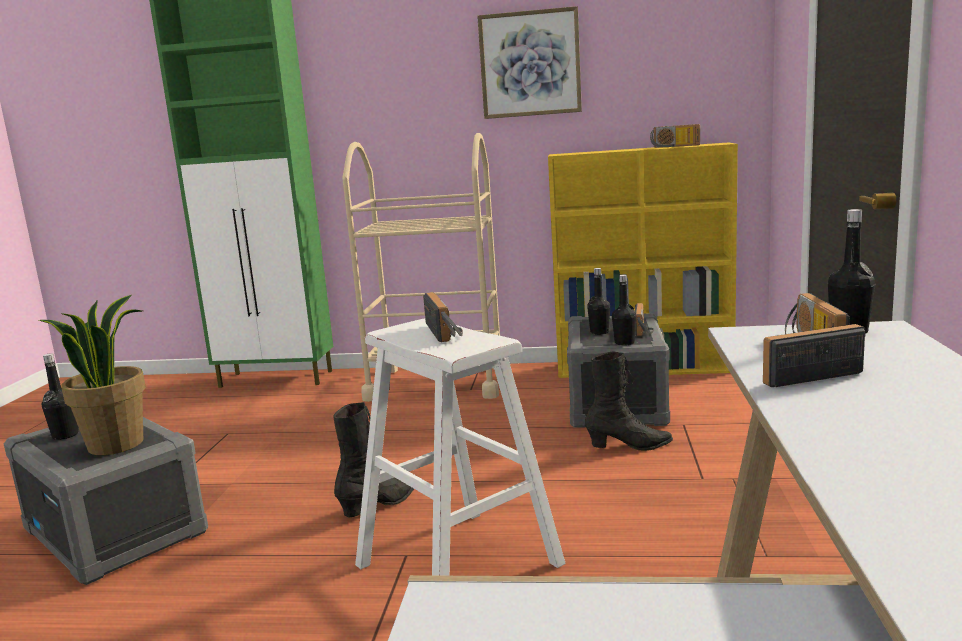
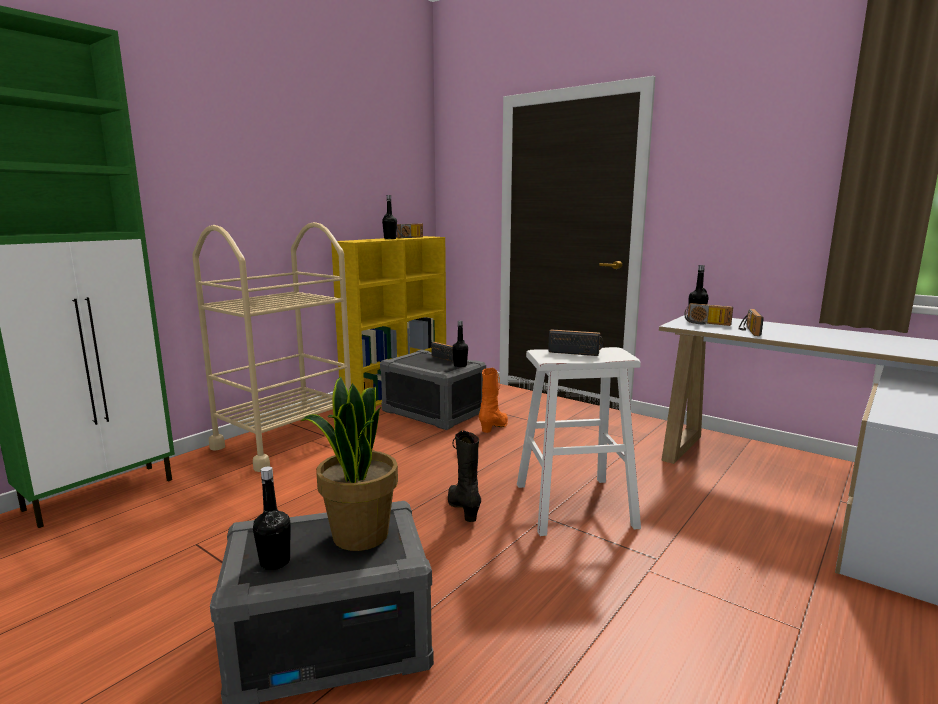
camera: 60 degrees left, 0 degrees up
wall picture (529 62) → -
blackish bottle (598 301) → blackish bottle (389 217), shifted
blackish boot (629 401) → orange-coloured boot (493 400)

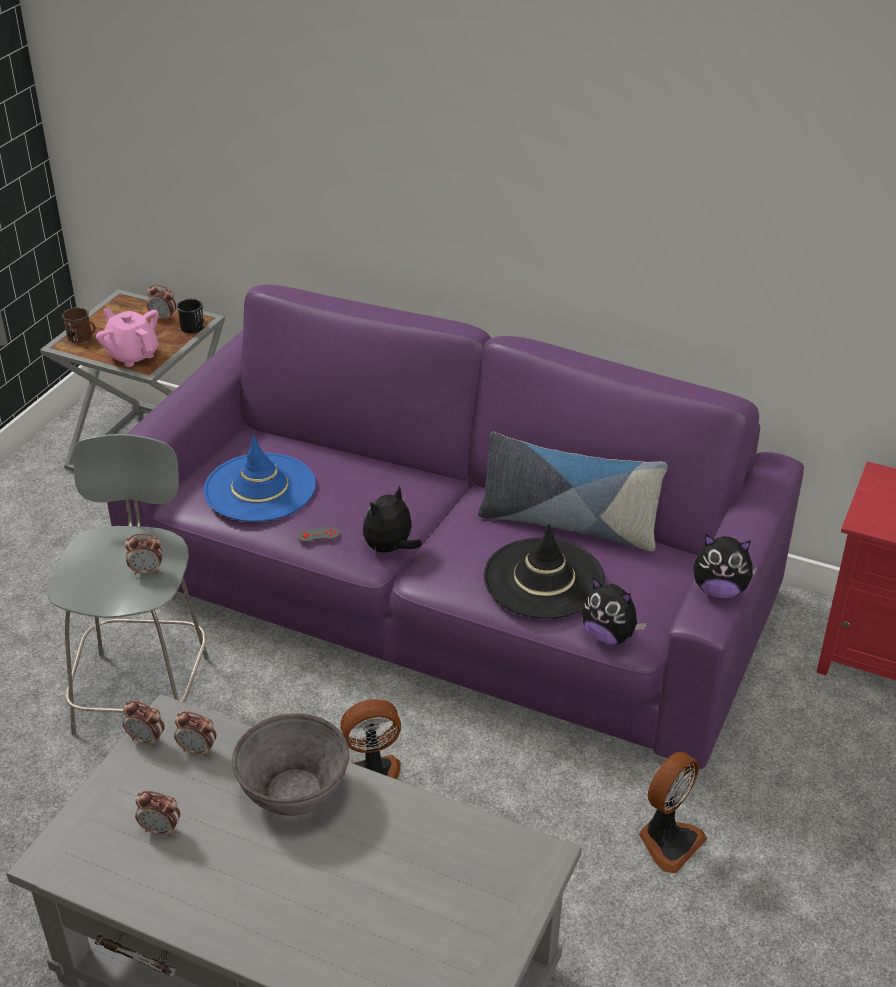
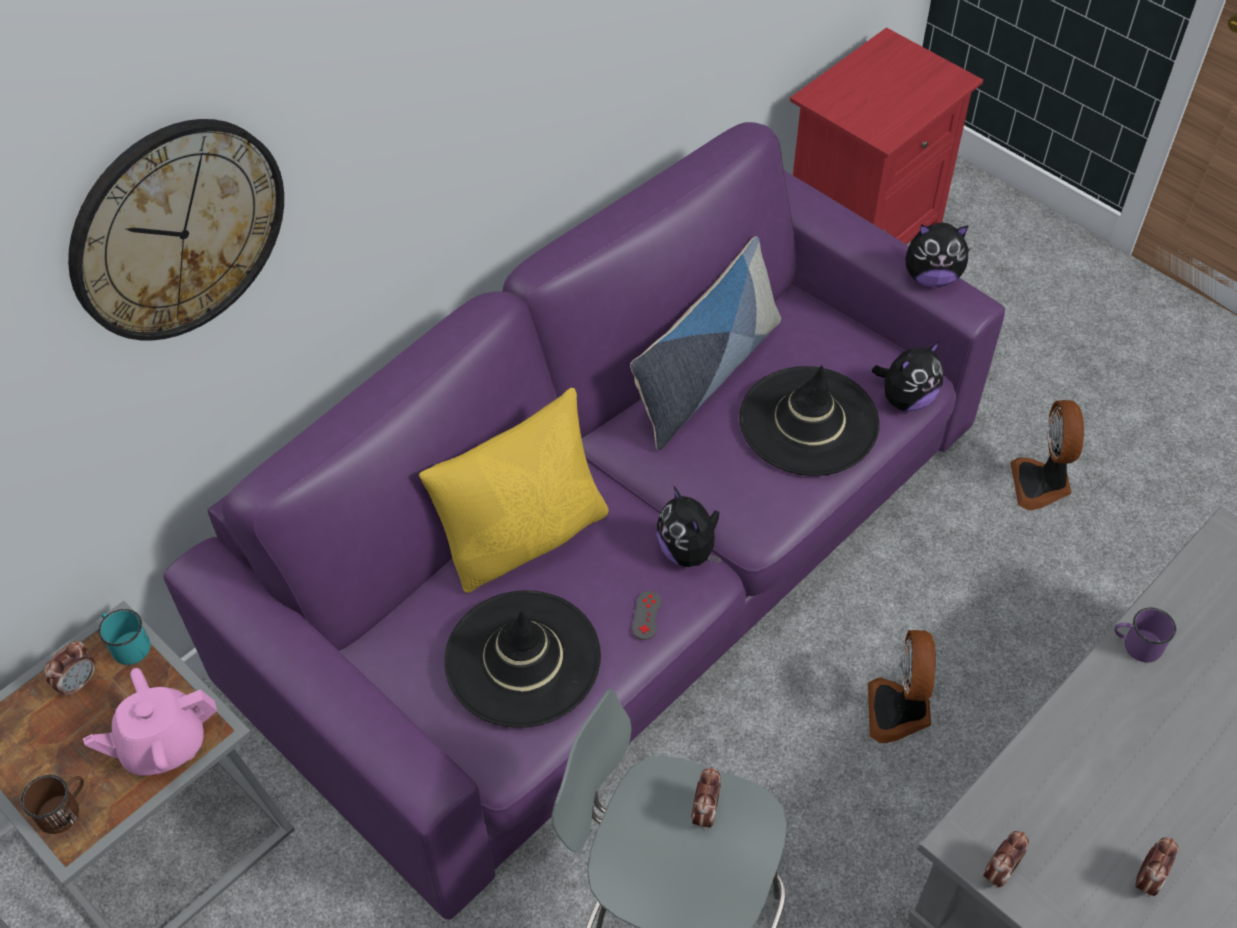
camera: 70 degrees left, 15 degrees up
blackish tea mug (190 316) → blue-green tea mug (124 637)
bluish wearable hat (260 478) → blackish wearable hat (522 659)
soft toy (725 566) → soft toy (937 255), 60 degrees clockwise
alarm clock (195 734) → -
grey deep dish (290 764) → -
electric fan (673 812) → electric fan (1047 455), 150 degrees counterclockwise
- → clock on the wall (176 230)
- → yellow-coloured throw pillow (514 490)
- → purplish tea mug (1145 635)

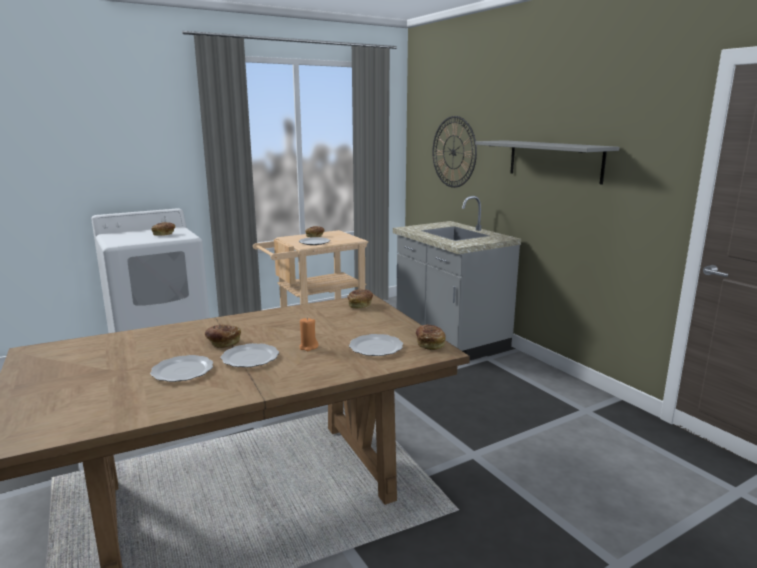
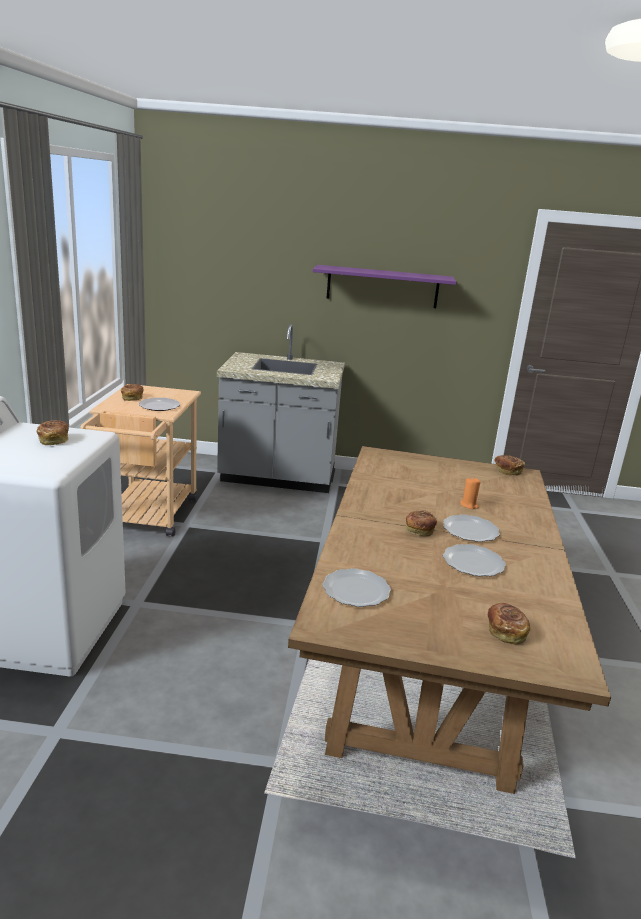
camera: 55 degrees left, 5 degrees up
clock on the wall (454 152) → -
grey wall shelf (547 162) → purplish wall shelf (384 286)
bakery bread (360 298) → bakery bread (509 624), shifted
flat dish (376 345) → flat dish (357 587), shifted

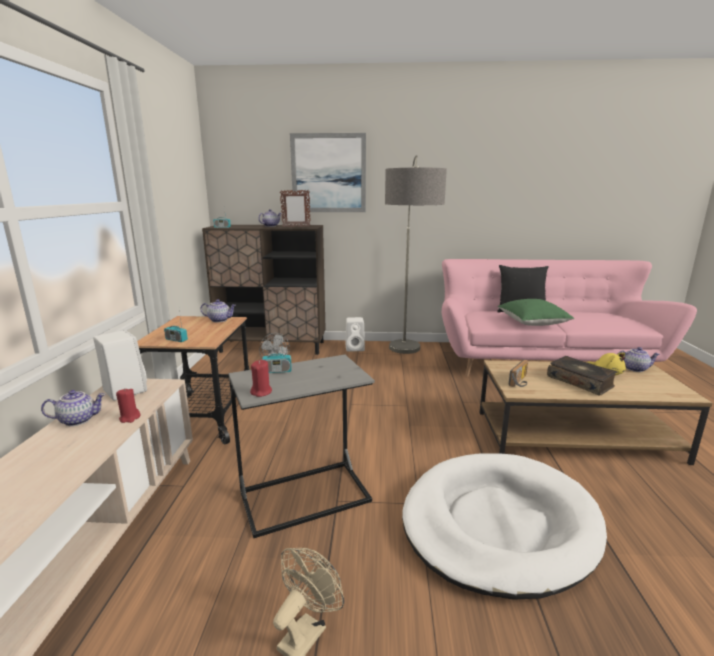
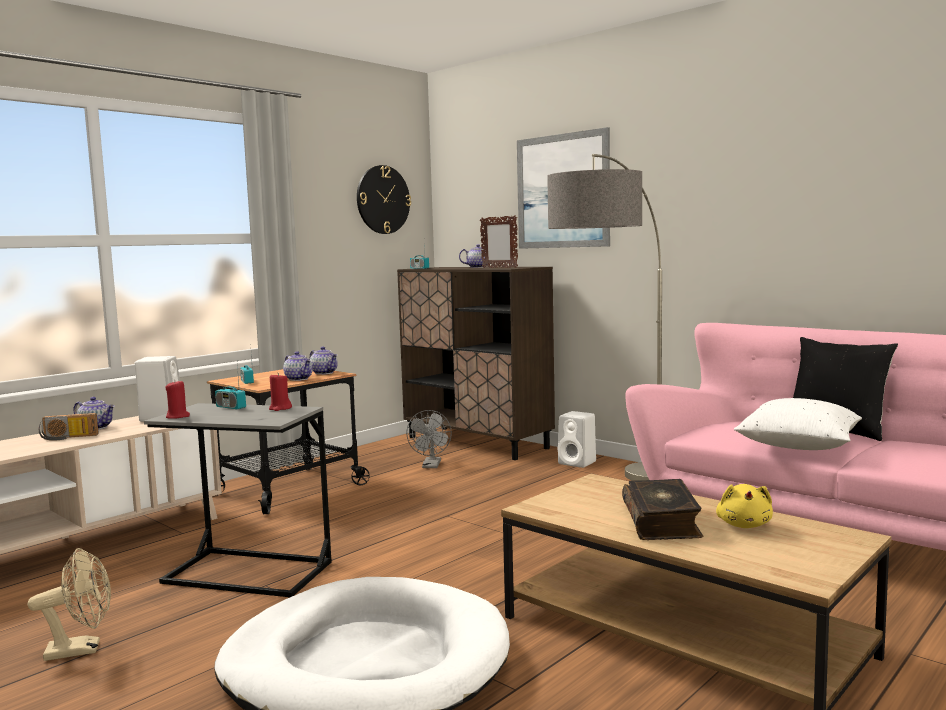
camera: 40 degrees right, 10 degrees down
greenish throw pillow (536 312) → white-coloured throw pillow (798 424)
pot for tea (639 359) → pot for tea (298 366), shifted
radio (518 373) → radio (69 427), shifted
red candle (128 405) → red candle (280 392), shifted
- → clock on the wall (384 199)

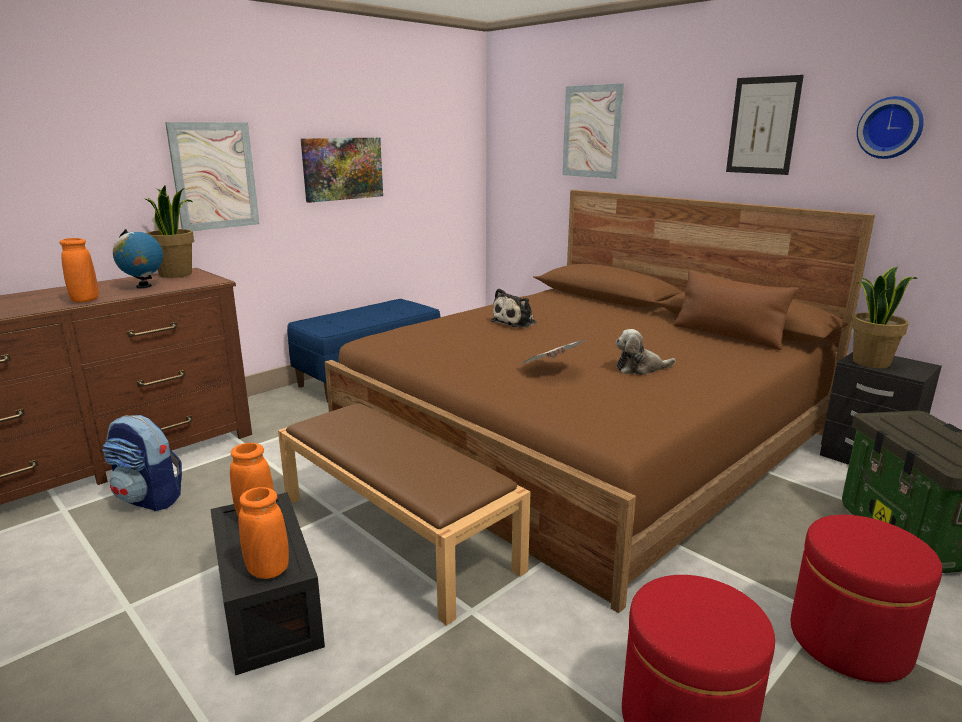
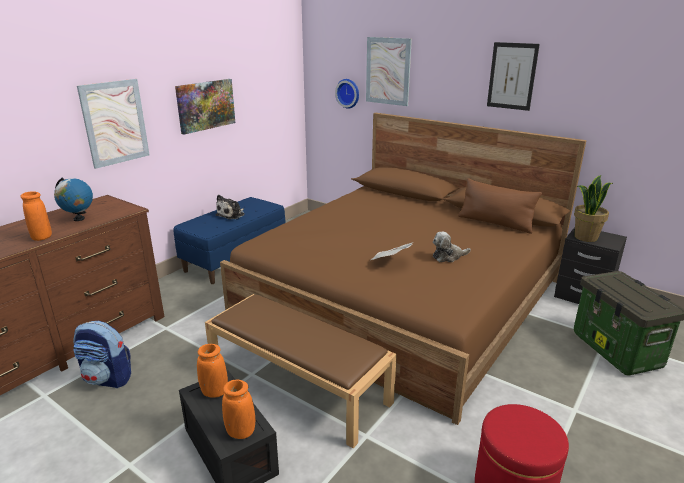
camera: 10 degrees left, 5 degrees up
clock on the wall (890 127) → clock on the wall (347 94), shifted
potted plant (170 231) → -
soft toy (513 308) → soft toy (230 207), shifted
red ottoman (866 599) → -

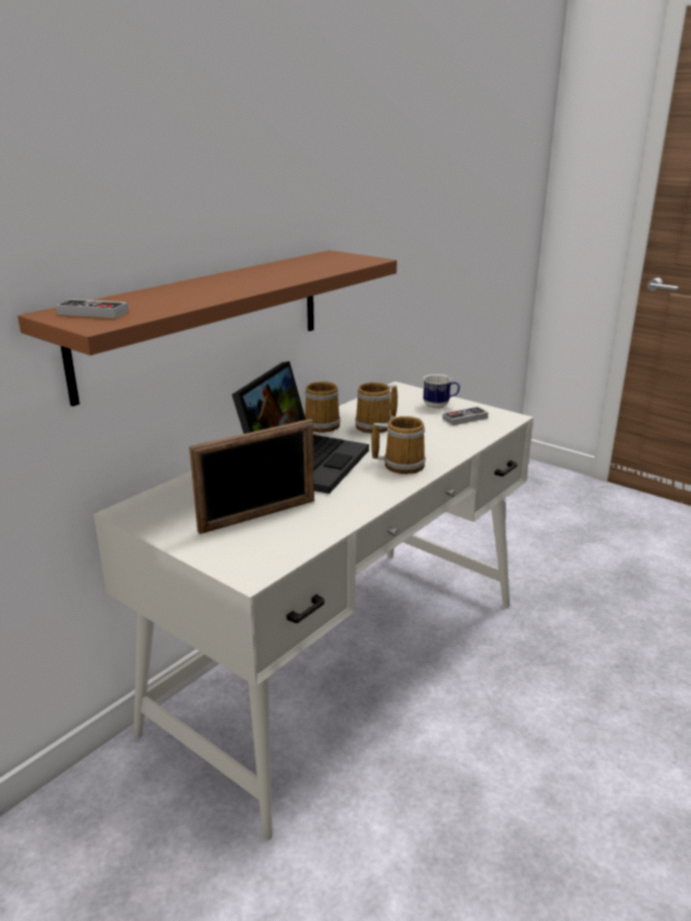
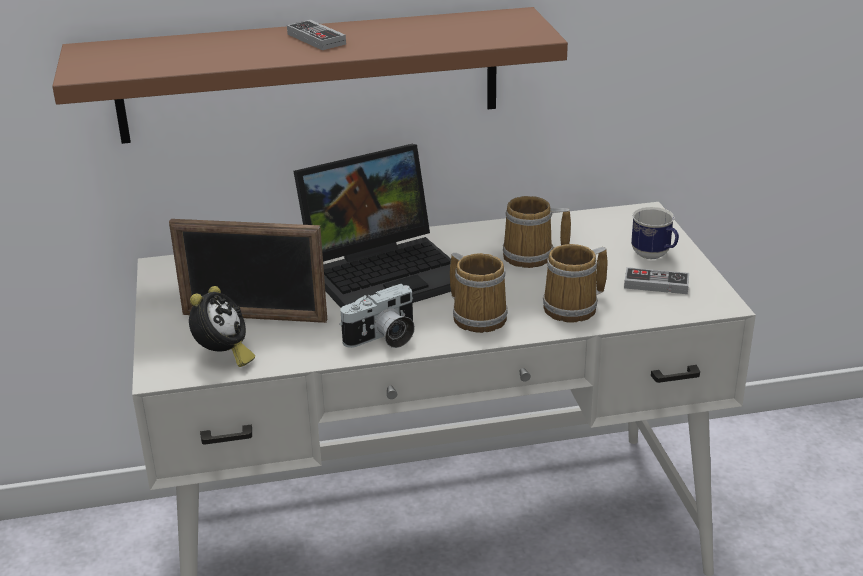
camera: 40 degrees right, 5 degrees up
game controller (92 308) → game controller (316 35), shifted
tea mug (322 407) → tea mug (575 283), shifted
- → still camera (377 316)
- → alarm clock (222 326)

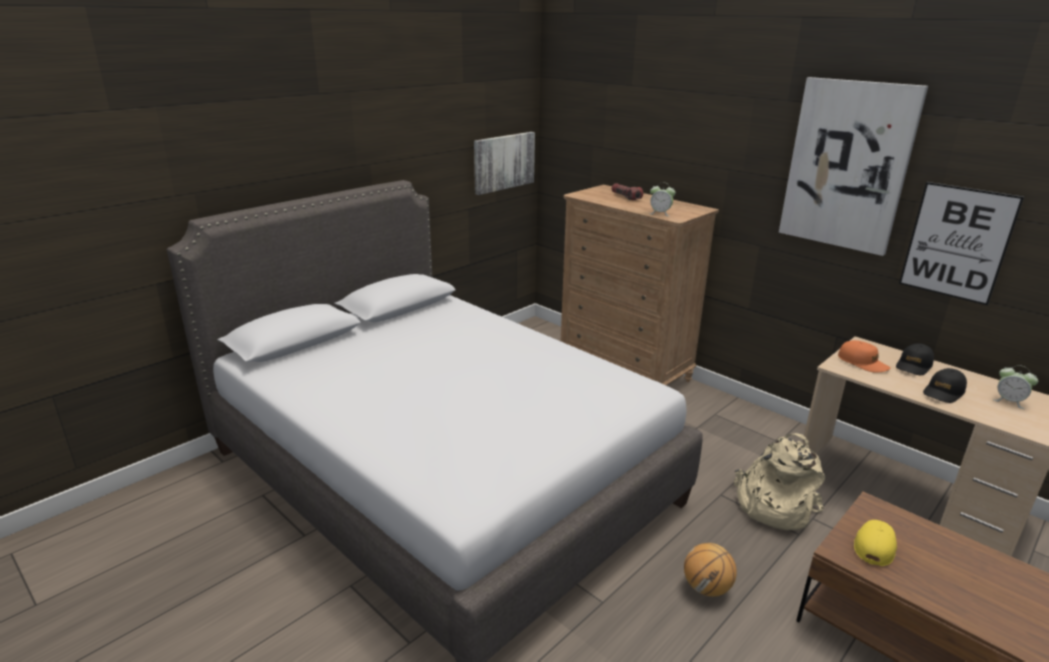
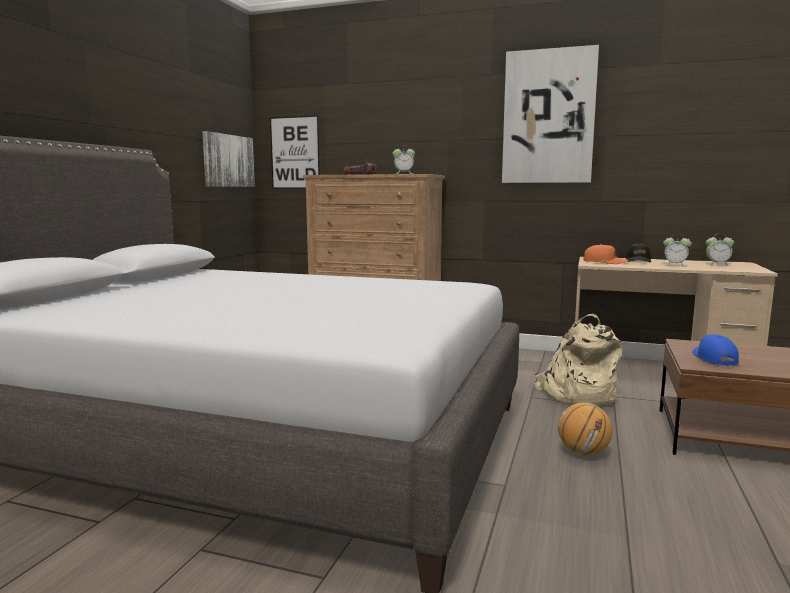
camera: 25 degrees left, 15 degrees down
wall picture (961 243) → wall picture (295 152), shifted
blackish peaked cap (945 385) → alarm clock (677 250)
yellow-coloured peaked cap (875 543) → bluish peaked cap (715 350)

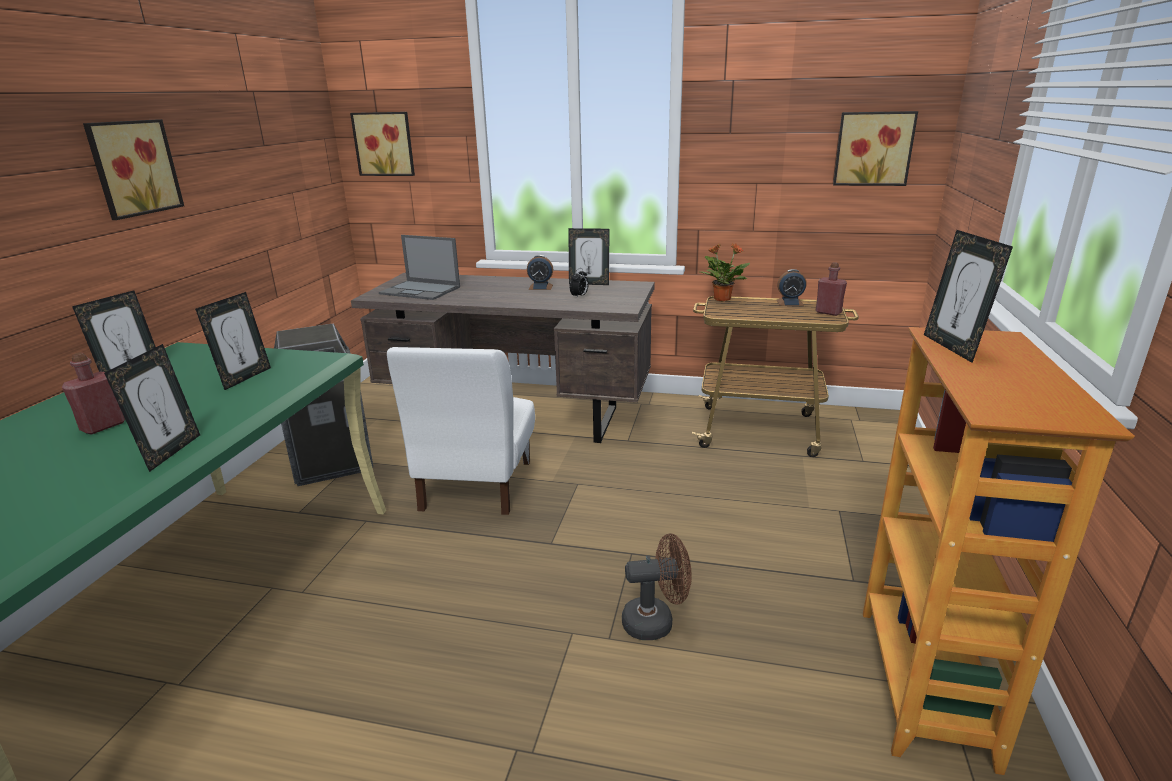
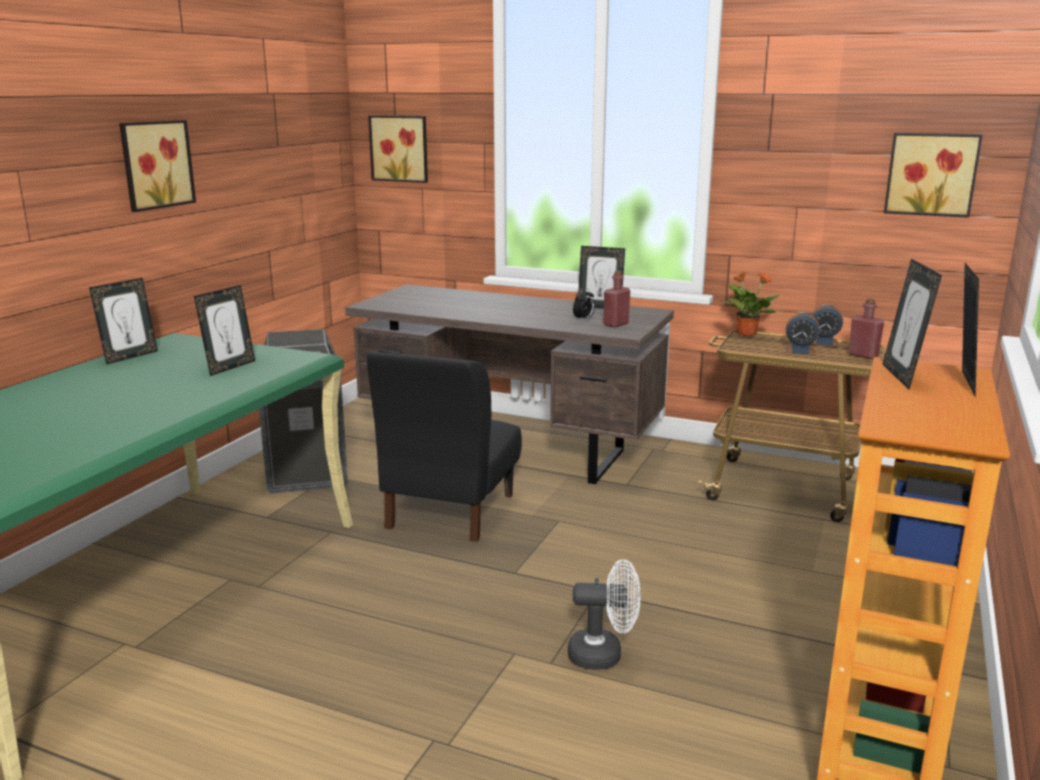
camera: 10 degrees right, 5 degrees down
laptop (419 267) → -
alarm clock (540 272) → alarm clock (803 333), shifted
photo frame (152 408) → photo frame (970 330), shifted
white-coloured upright chair (461 431) → blackish upright chair (444 446)
red bottle (93 393) → red bottle (616 299), shifted
brown-coloured electric fan (657 586) → white-coloured electric fan (604 614)

